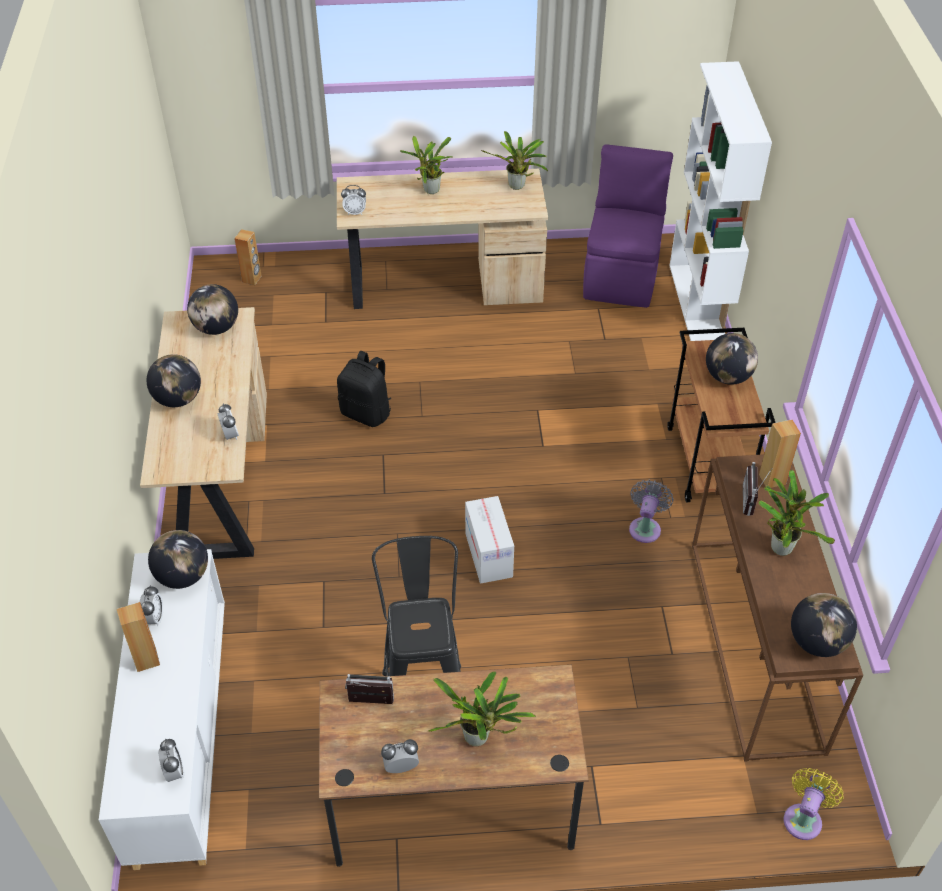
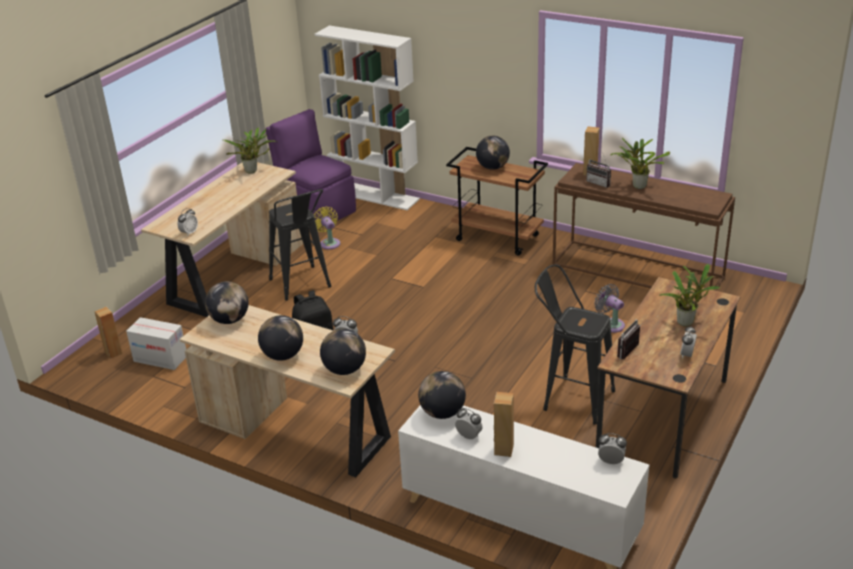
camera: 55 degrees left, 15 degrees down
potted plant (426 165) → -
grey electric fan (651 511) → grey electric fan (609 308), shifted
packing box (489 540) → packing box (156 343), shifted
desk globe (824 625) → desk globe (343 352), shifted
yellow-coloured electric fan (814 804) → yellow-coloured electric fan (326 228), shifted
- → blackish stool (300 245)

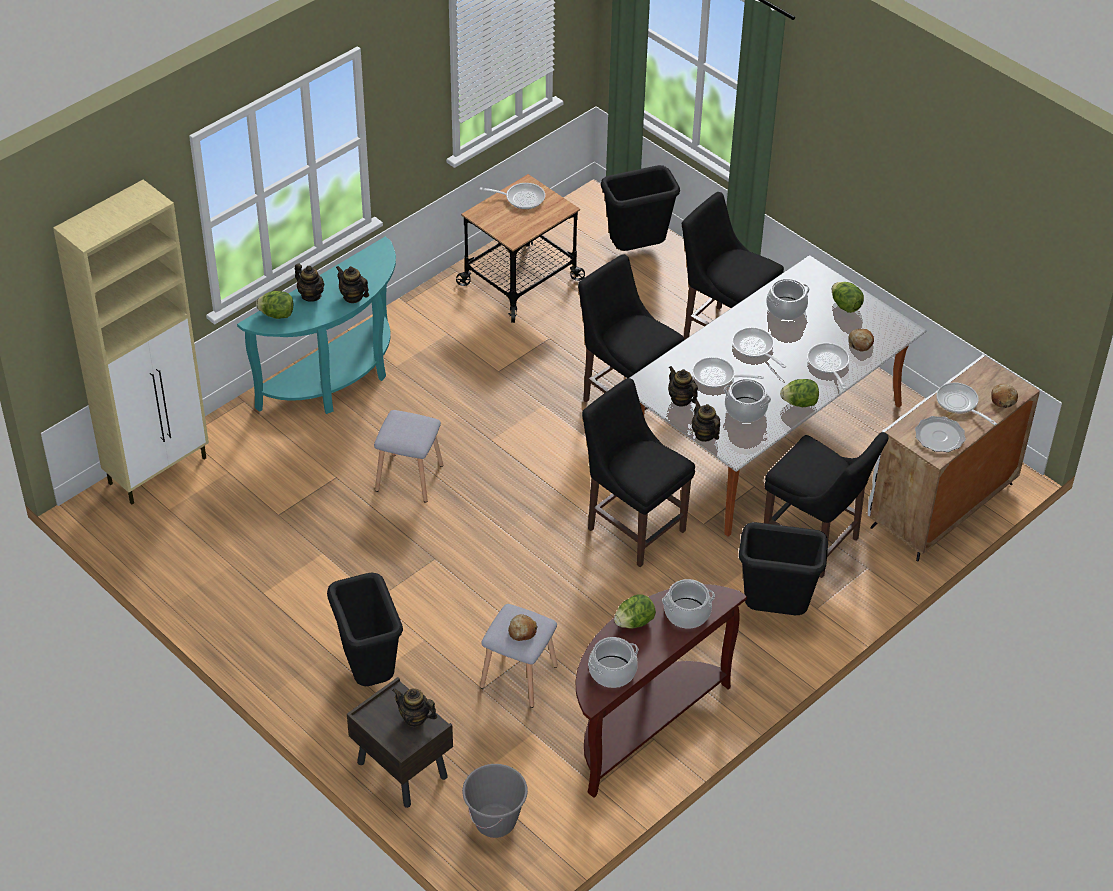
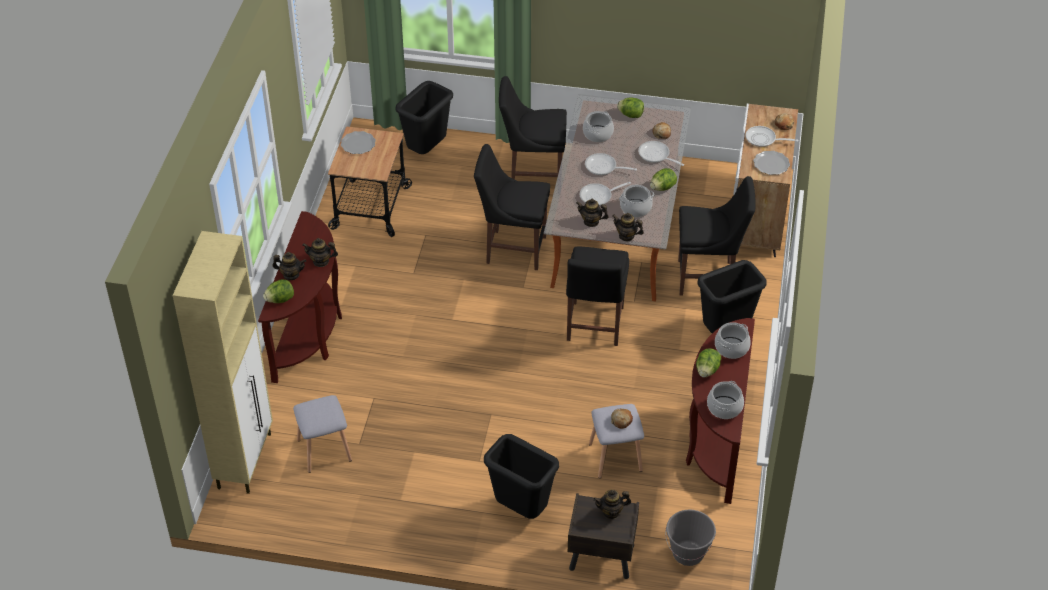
camera: 35 degrees left, 0 degrees up
skillet (512 196) → flat dish (358 142)
blue-green console table (316 325) → brown-coloured console table (300 297)
blackish upright chair (638 472) → blackish upright chair (597 296), 90 degrees counterclockwise
grey stool (408 456) → grey stool (322 434), shifted

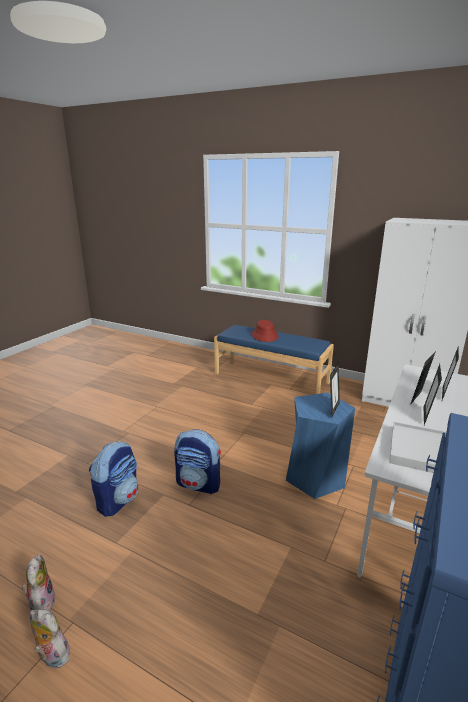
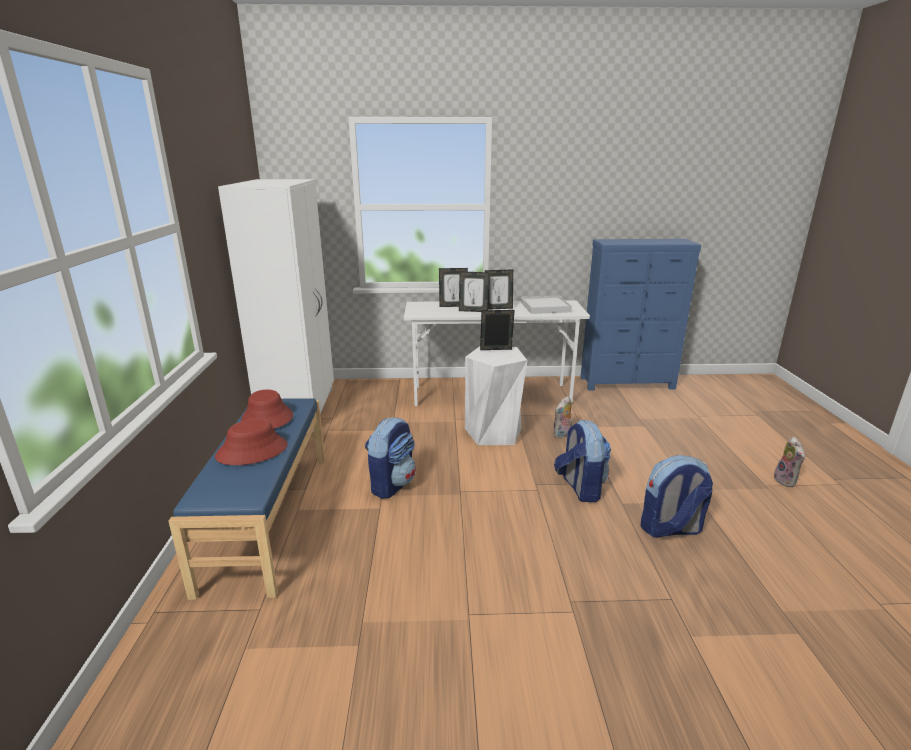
camera: 120 degrees left, 0 degrees up
bluish stool (320 445) → white-coloured stool (496 395)
soft toy (39 582) → soft toy (563 417), shifted
- → red wearable hat (267 409)
- → rucksack (390 458)

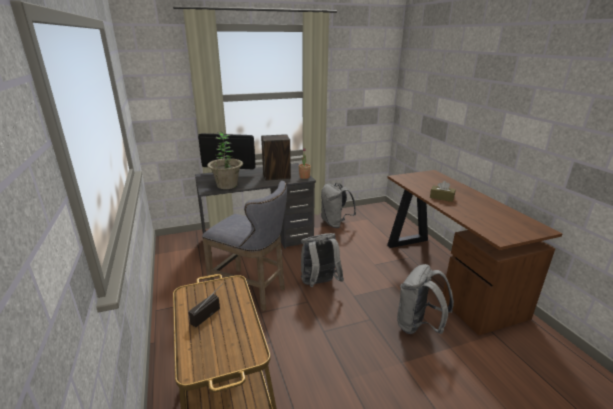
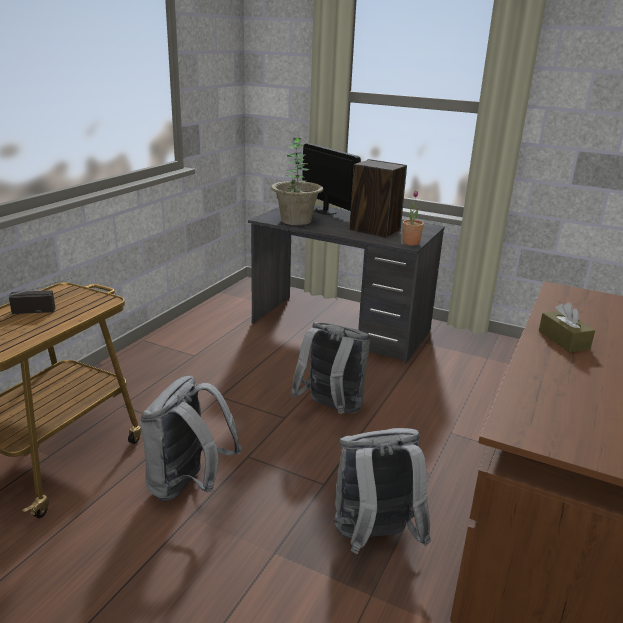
camera: 45 degrees right, 0 degrees up
grey stool (244 246) → -
grey rucksack (338 205) → grey rucksack (190 438), shifted

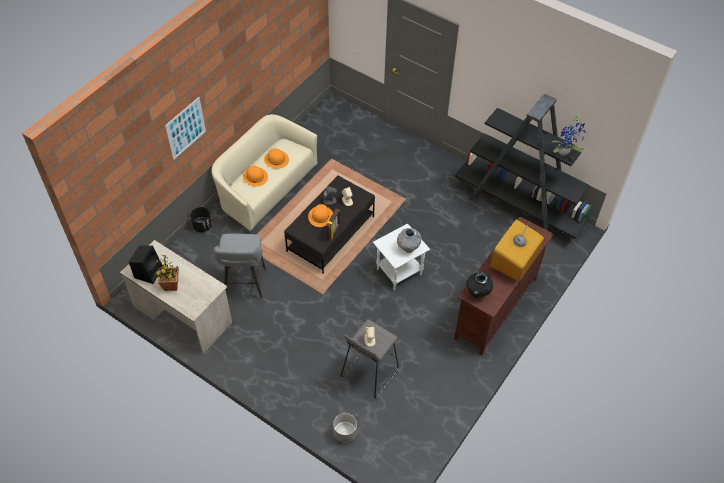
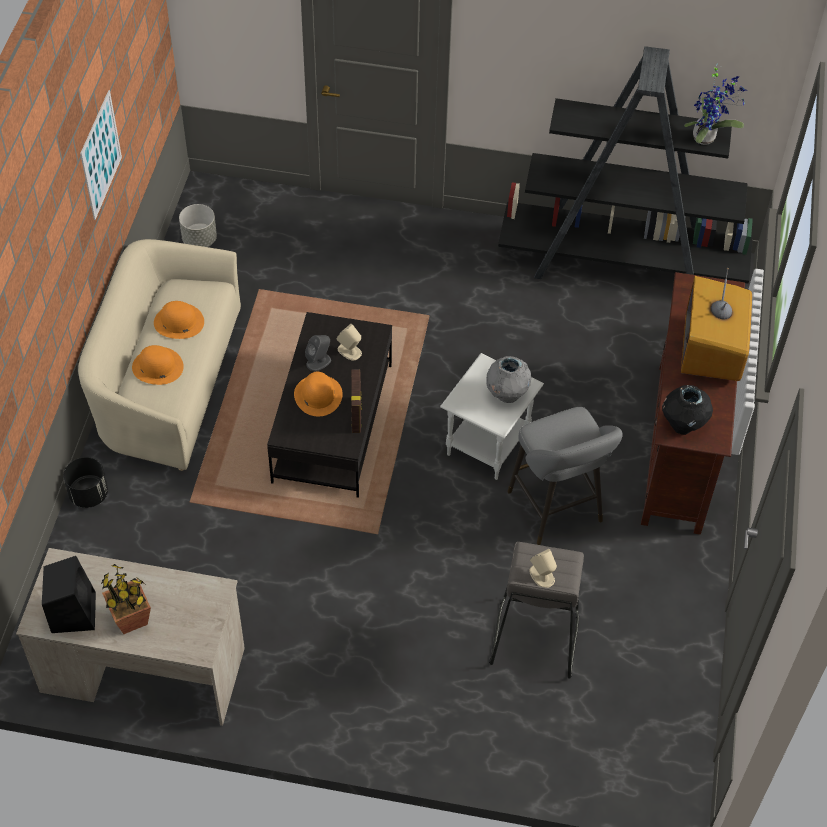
camera: 25 degrees left, 0 degrees up
wall picture (185 128) → wall picture (101 155), shifted
grey stool (240 266) → grey stool (565 476), shifted
grey flower pot (345 428) → grey flower pot (198 225), shifted

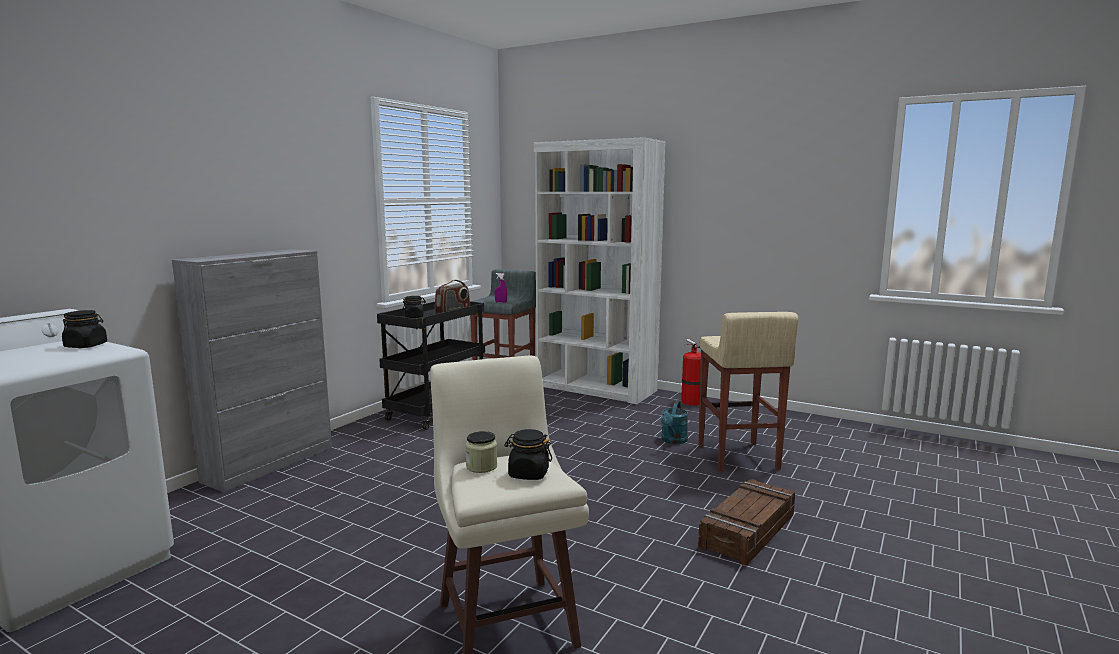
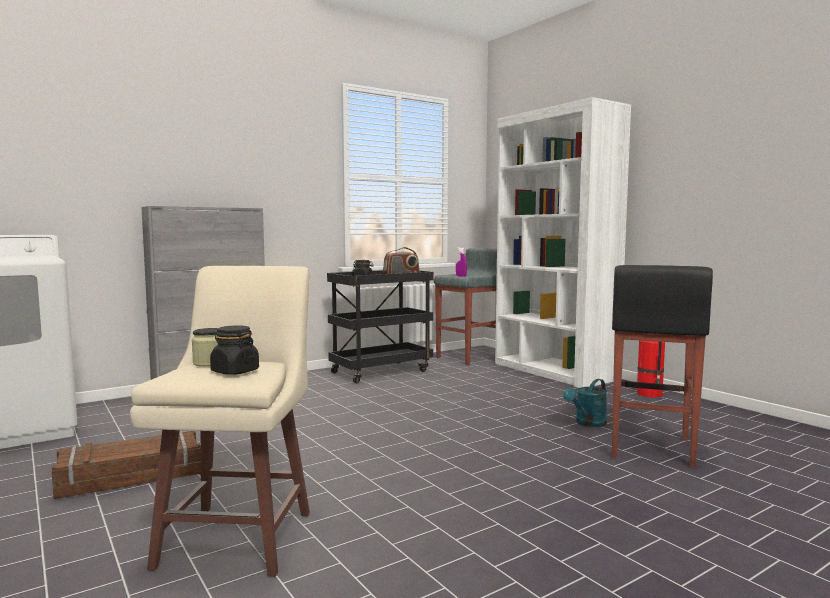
camera: 25 degrees right, 5 degrees down
blackish jar (84 329) → -
beige stool (748 392) → blackish stool (662 366)
shipping crate (746 522) → shipping crate (126 465), shifted

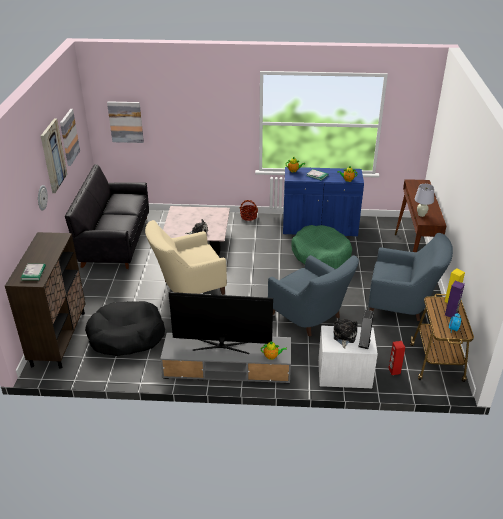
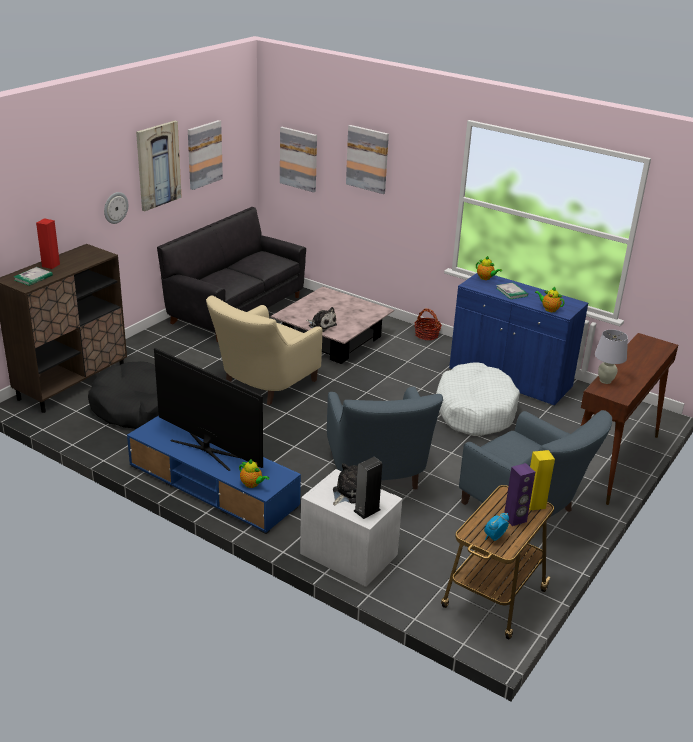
camera: 30 degrees right, 5 degrees down
beige lounge chair (186 257) → beige lounge chair (264 350), 60 degrees counterclockwise
greenish dog bed (321 247) → white-coloured dog bed (478 399)
grey tv unit (225 358) → bluish tv unit (214 475)
red loudspeaker (396 358) → red loudspeaker (48 243), shifted
- → wall picture (367 159)

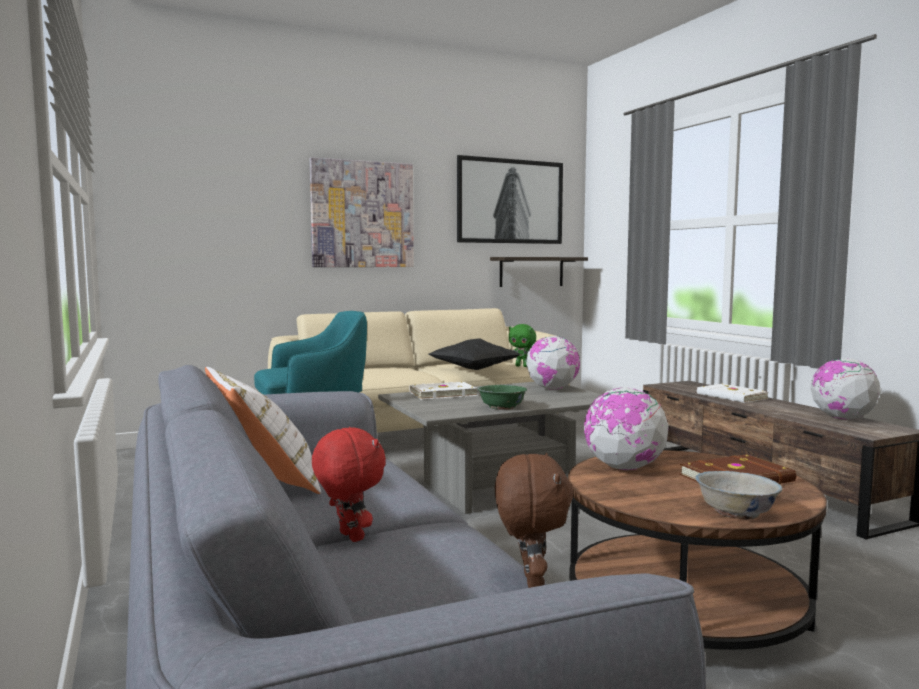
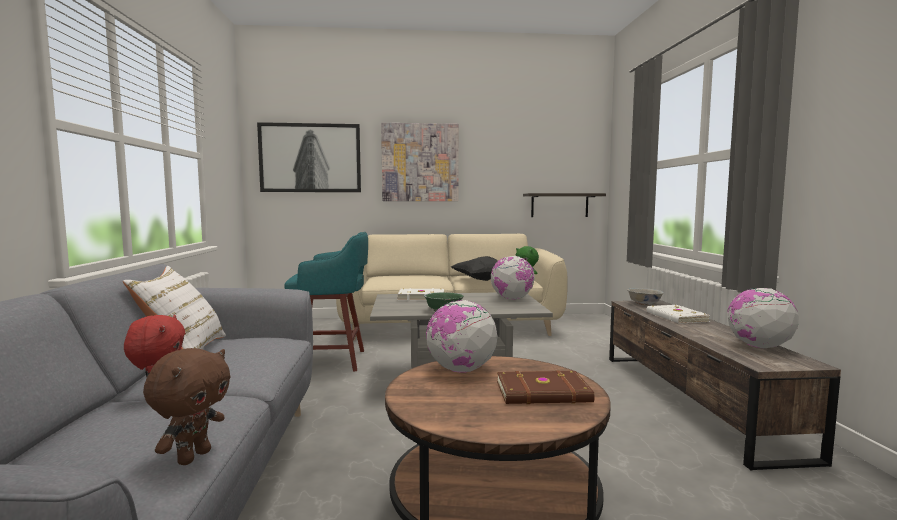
camera: 20 degrees right, 0 degrees up
wall picture (510 199) → wall picture (309 157), shifted
white-coloured deep dish (739 495) → white-coloured deep dish (645 297), shifted

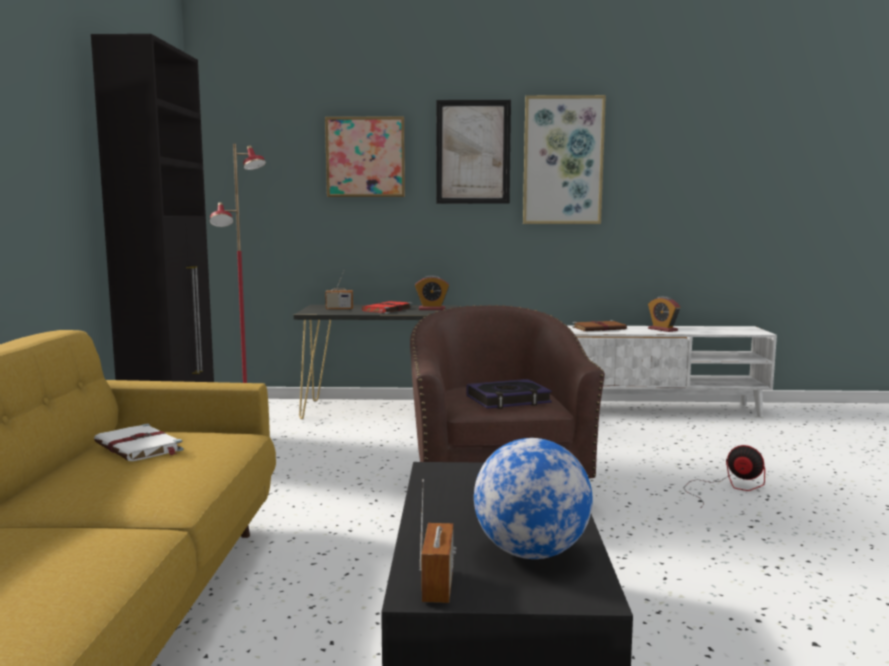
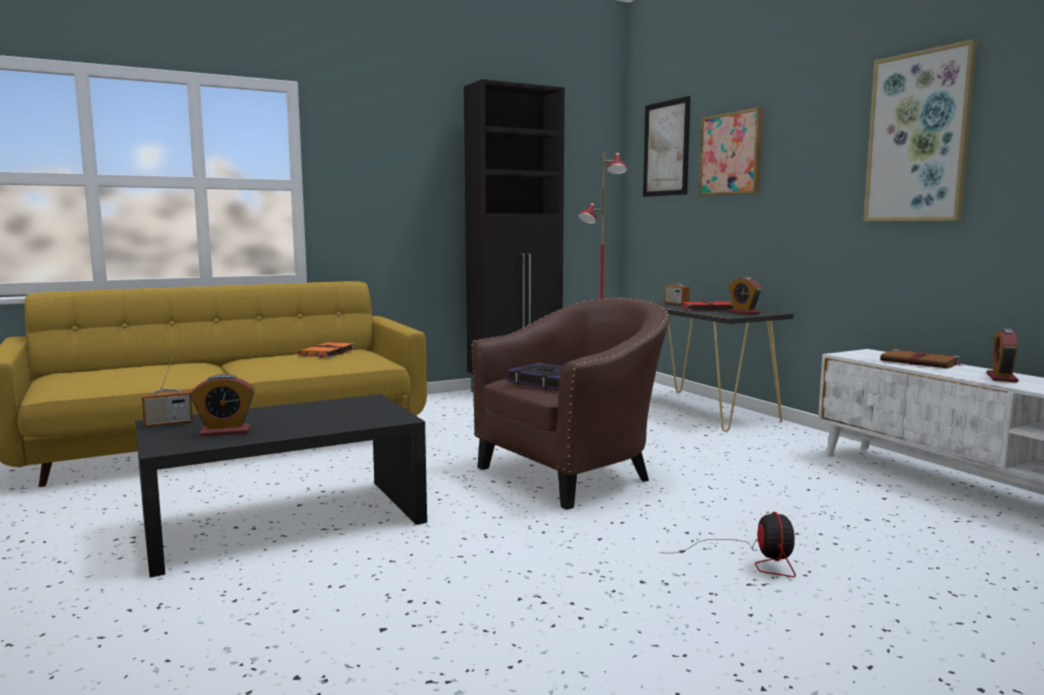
camera: 60 degrees right, 0 degrees up
wall picture (473 152) → wall picture (667 146), shifted
white-coloured book (139 442) → orange-coloured book (326 350)
desk globe (533 498) → alarm clock (222 405)

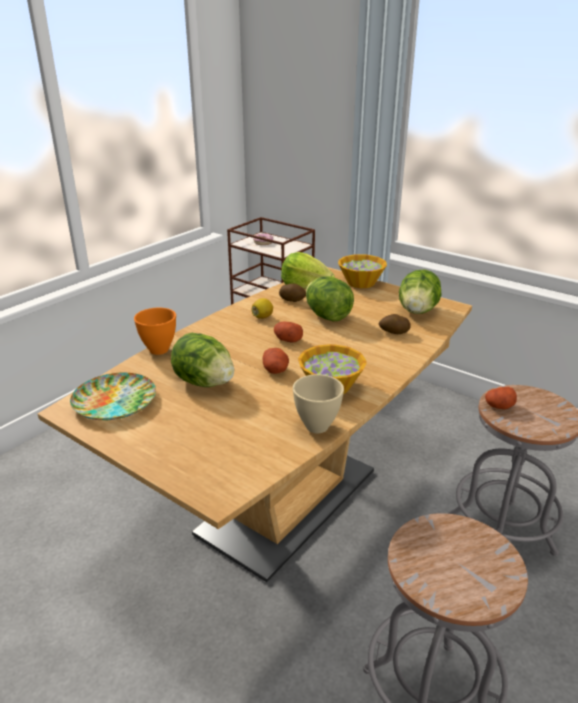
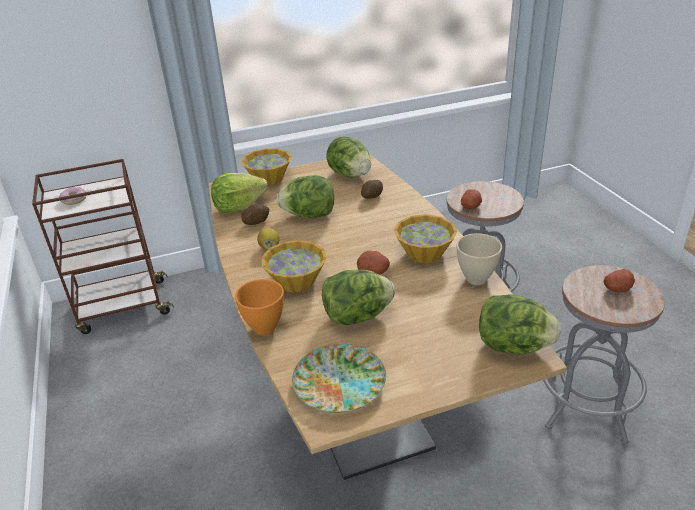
camera: 55 degrees left, 5 degrees up
whole potato (288 332) → whole potato (619 280), shifted
- → deep dish (294 266)
- → lettuce (520 324)

